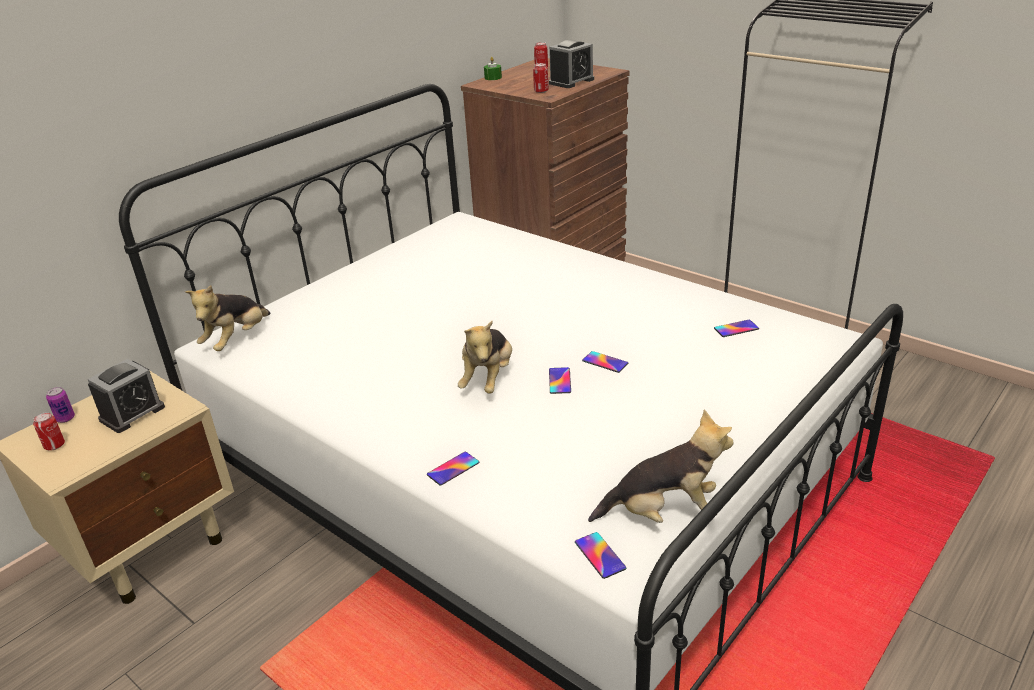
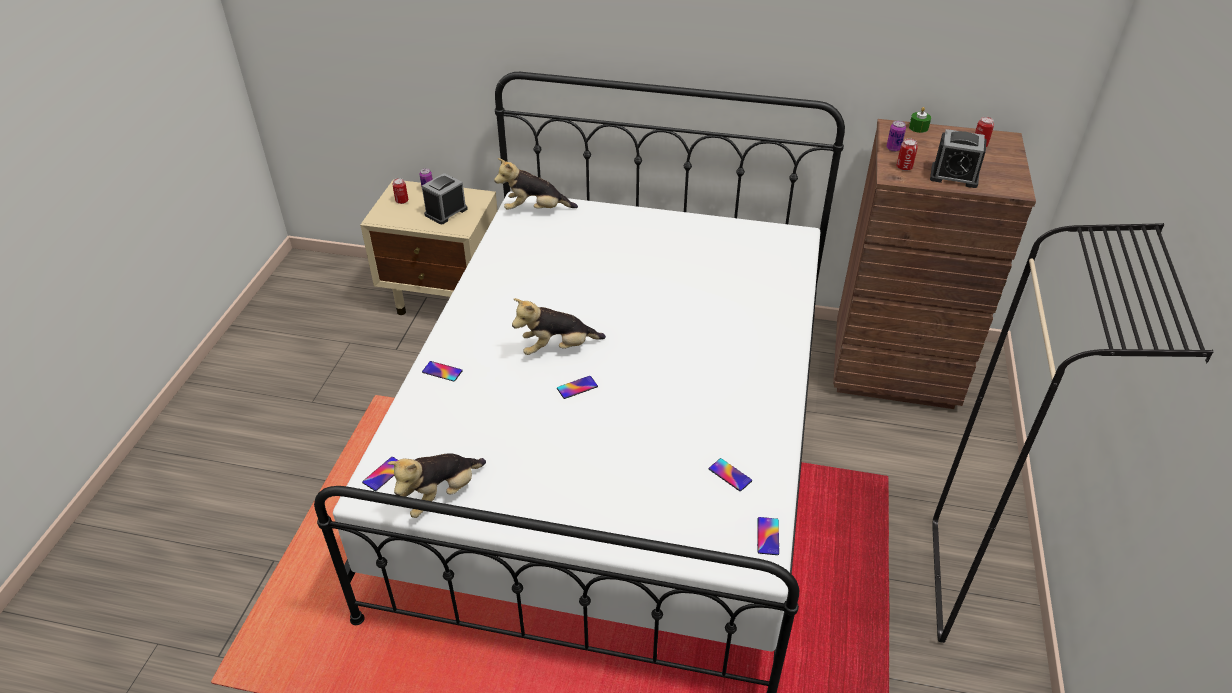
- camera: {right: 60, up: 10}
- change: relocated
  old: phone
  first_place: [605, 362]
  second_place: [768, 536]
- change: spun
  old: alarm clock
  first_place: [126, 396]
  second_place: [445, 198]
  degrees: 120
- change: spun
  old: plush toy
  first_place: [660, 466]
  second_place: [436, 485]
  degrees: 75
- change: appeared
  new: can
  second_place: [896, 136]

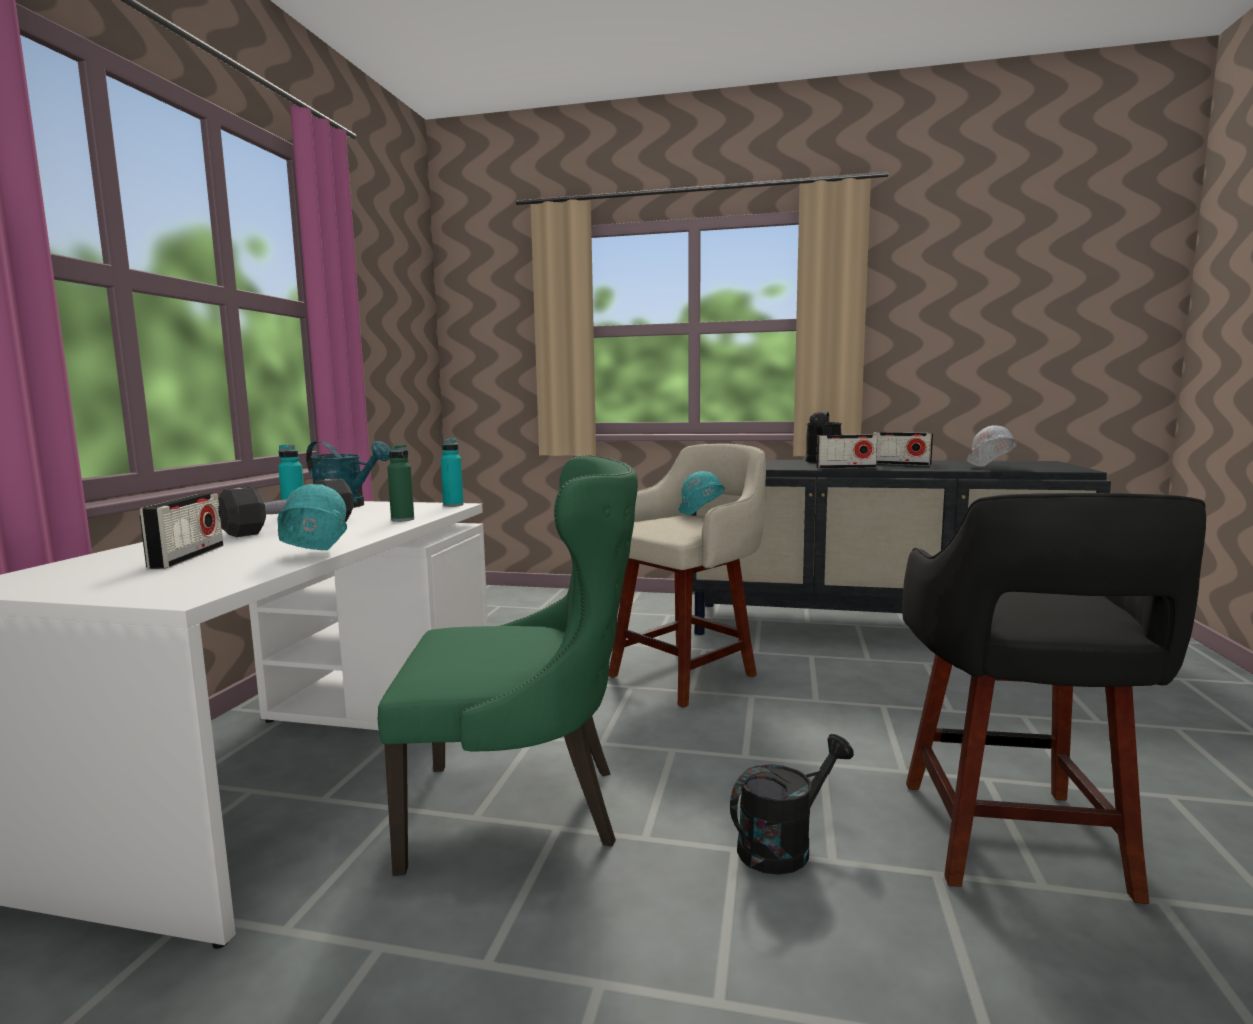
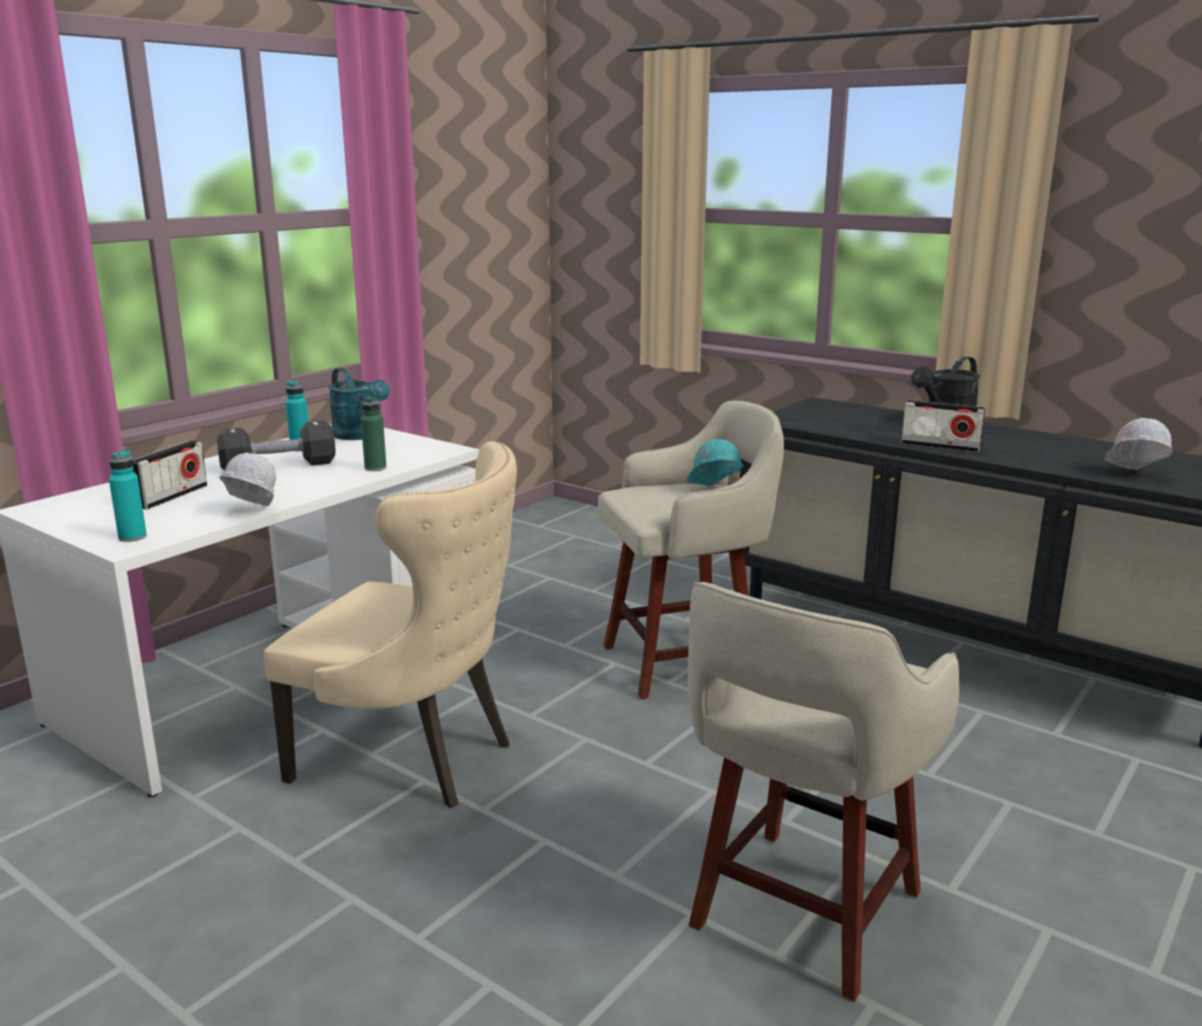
- camera: {right: 25, up: 10}
- change: missing
  old: radio
  first_place: [903, 449]
- change: relocated
  old: turquoise bottle
  first_place: [452, 472]
  second_place: [128, 496]
- change: colour
  old: green chair
  new: beige chair
  first_place: [508, 665]
  second_place: [390, 624]
- change: colour
  old: turquoise hard hat
  new: white hard hat
  first_place: [312, 517]
  second_place: [247, 479]
- change: colour
  old: black stool
  new: beige stool
  first_place: [1054, 698]
  second_place: [823, 792]
- change: missing
  old: black watering can
  first_place: [792, 804]

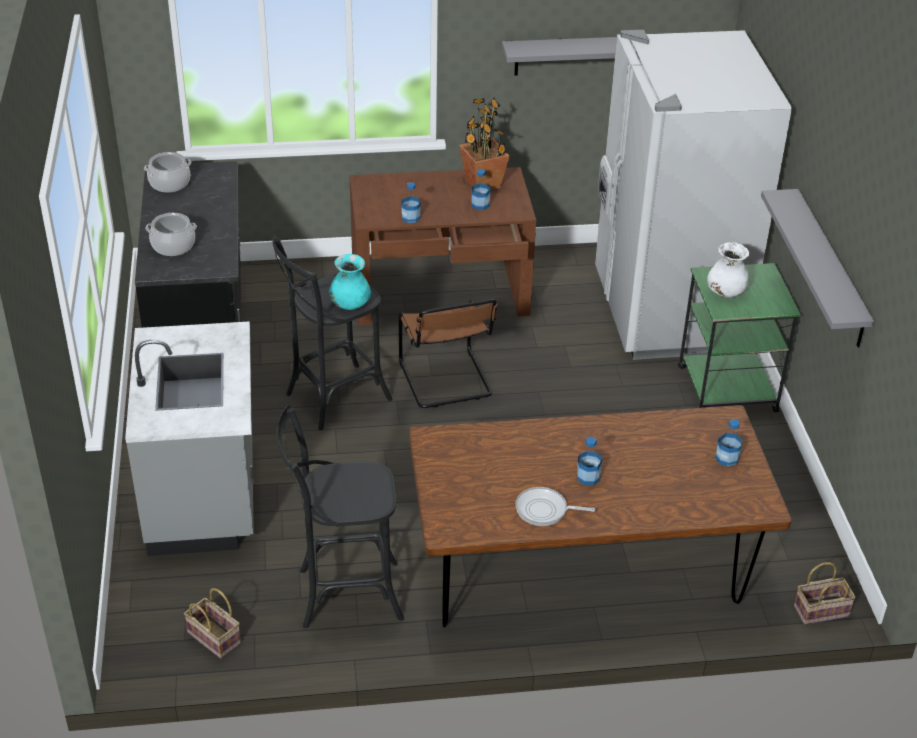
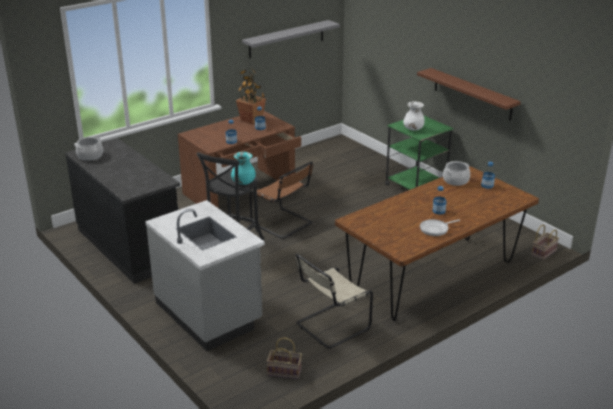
- camera: {right: -30, up: -10}
- change: missing
  old: white fridge
  first_place: [693, 195]
- change: colour
  old: grey shelf
  new: brown shelf
  first_place: [817, 268]
  second_place: [469, 94]
- change: relocated
  old: cooking pot
  first_place: [171, 234]
  second_place: [456, 173]
- change: exchanged
  old: black stool
  new: beige chair
  first_place: [340, 517]
  second_place: [334, 301]

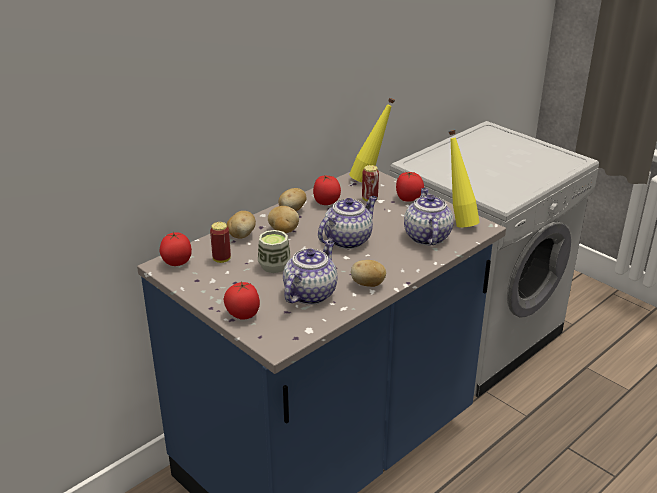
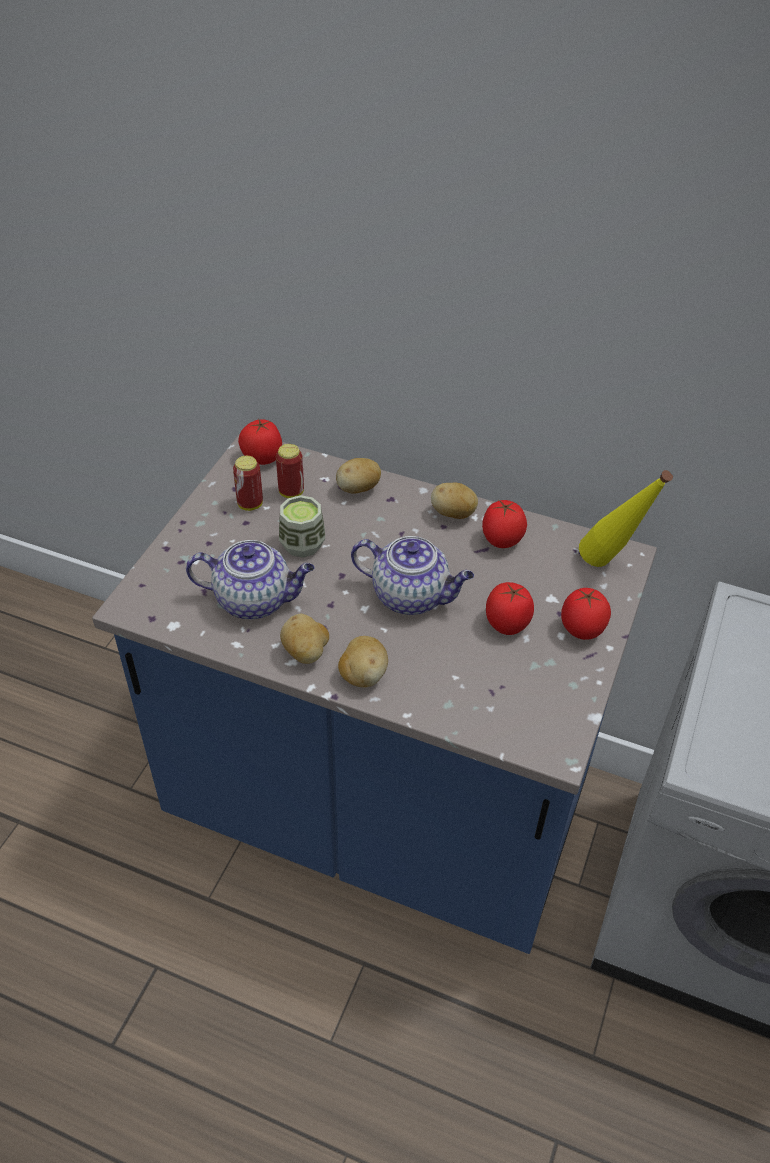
- camera: {right: 65, up: 15}
- change: missing
  old: yellow bottle
  first_place: [463, 179]
- change: relocated
  old: can
  first_place: [370, 183]
  second_place: [248, 483]
- change: missing
  old: teapot
  first_place: [429, 216]
- change: relocated
  old: potato
  first_place: [283, 219]
  second_place: [363, 662]
- change: relocated
  old: tomato
  first_place: [241, 300]
  second_place: [510, 608]

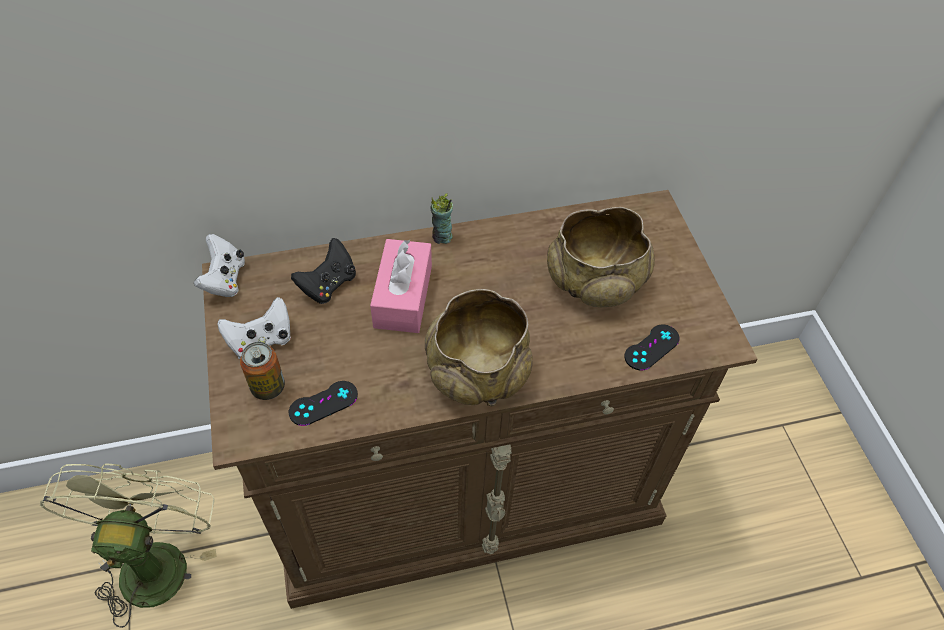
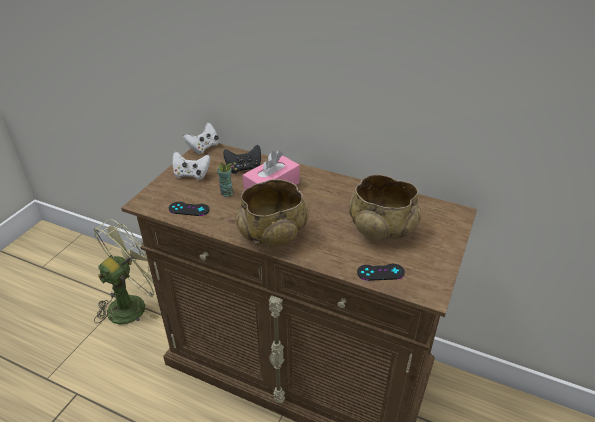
- camera: {right: 40, up: -15}
- change: relocated
  old: cup
  first_place: [441, 218]
  second_place: [225, 179]
- change: missing
  old: can
  first_place: [262, 371]

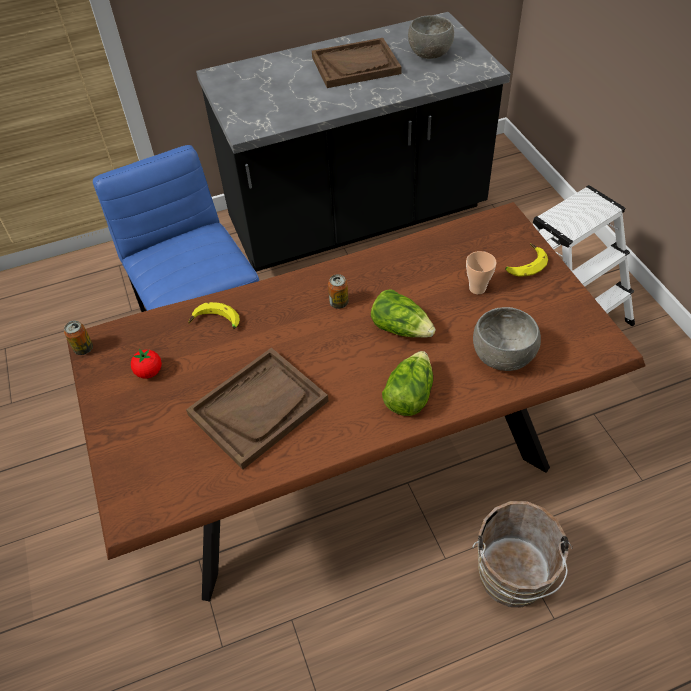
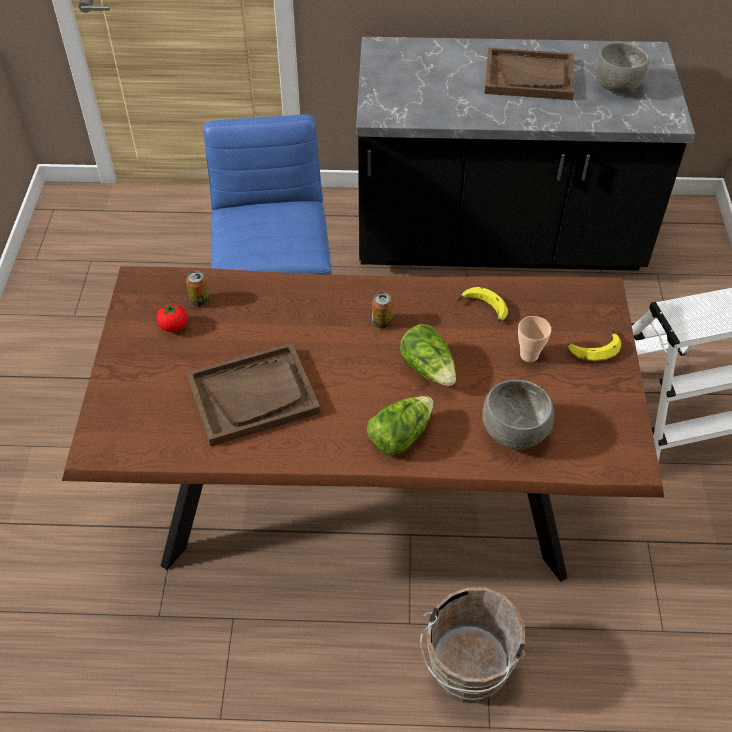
- camera: {right: 20, up: 0}
- change: relocated
  old: banana
  first_place: [214, 315]
  second_place: [482, 304]
- change: relocated
  old: can
  first_place: [78, 338]
  second_place: [198, 288]

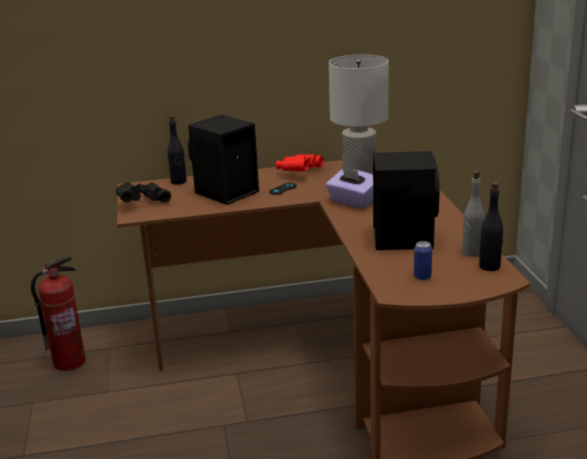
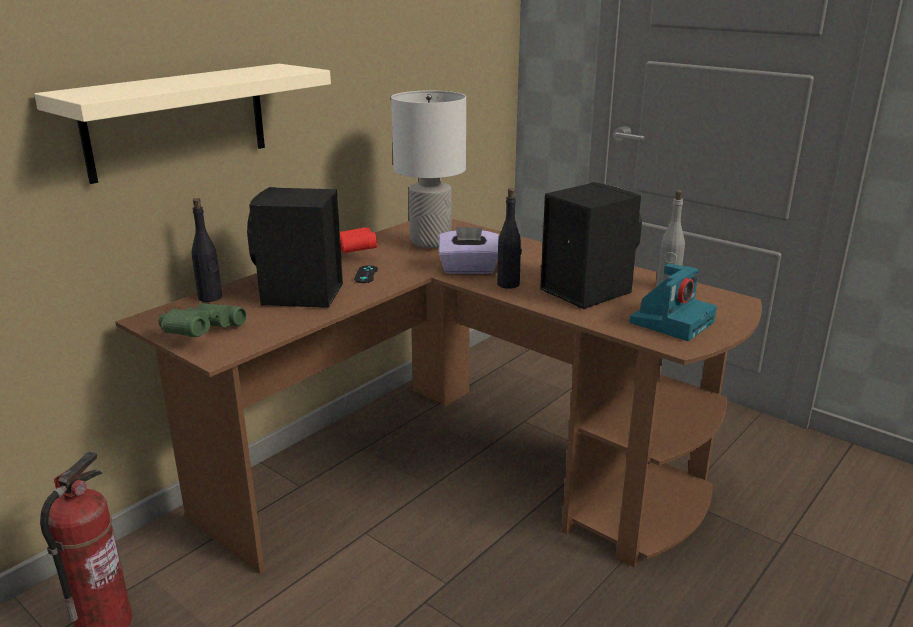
- camera: {right: -40, up: 0}
- change: colour
  old: black binoculars
  new: green binoculars
  first_place: [143, 192]
  second_place: [202, 320]
- change: relocated
  old: black bottle
  first_place: [491, 226]
  second_place: [509, 238]
- change: exchanged
  old: can
  new: photo camera
  first_place: [423, 260]
  second_place: [673, 302]
- change: appeared
  new: beige shelf
  second_place: [182, 124]

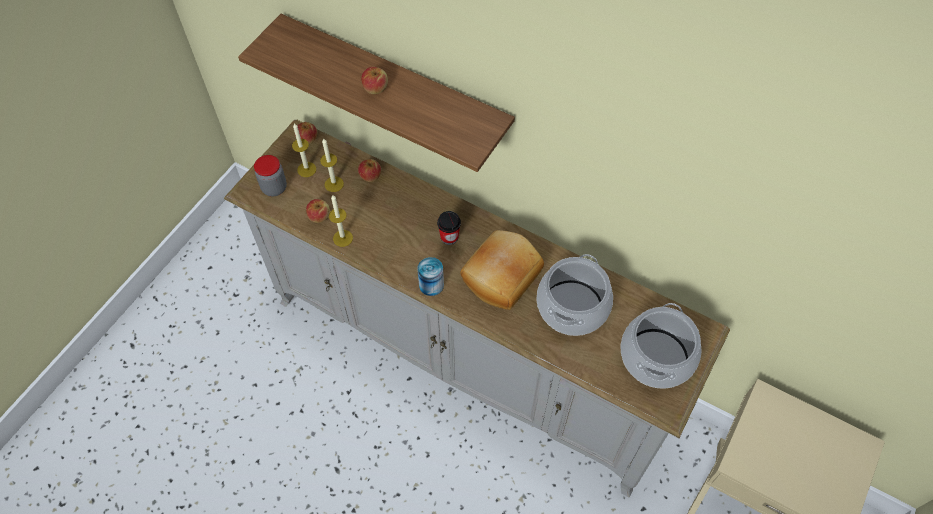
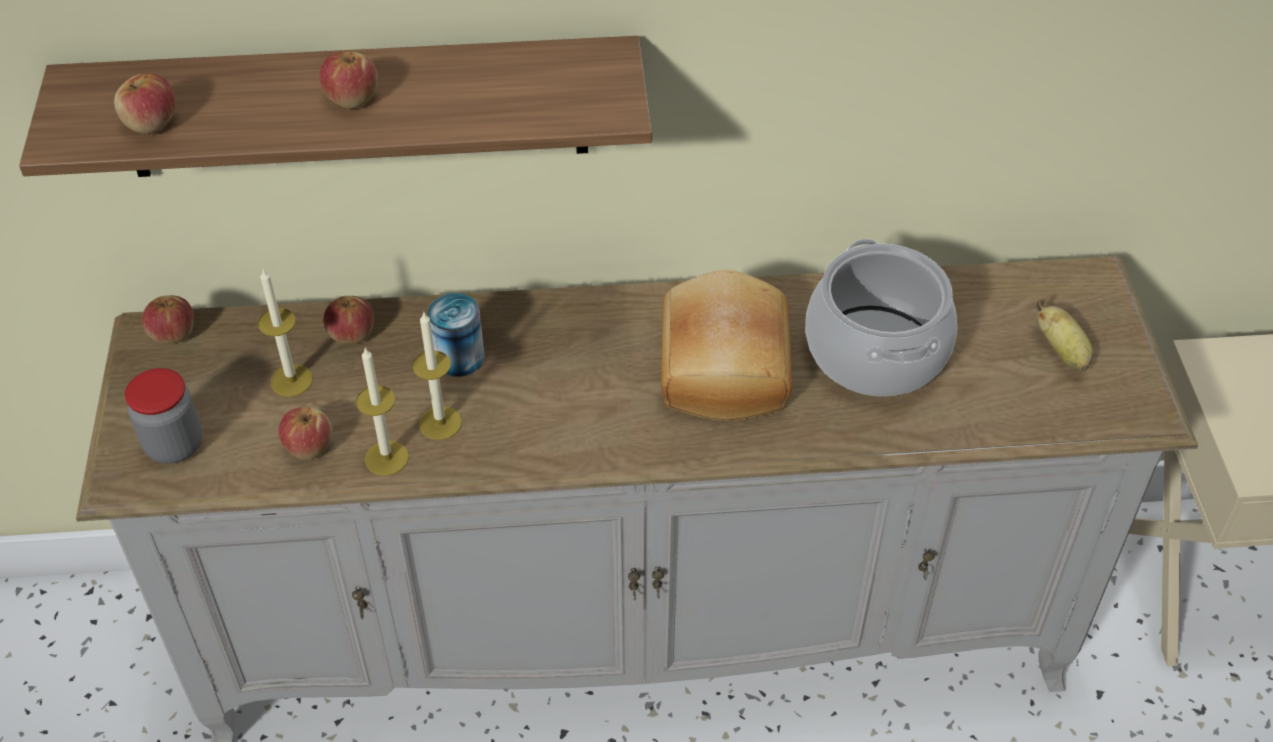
- camera: {right: -35, up: -10}
- change: relocated
  old: candle
  first_place: [304, 150]
  second_place: [437, 375]
- change: missing
  old: cup
  first_place: [449, 228]
- change: relocated
  old: can
  first_place: [430, 276]
  second_place: [456, 335]
- change: exchanged
  old: cooking pot
  new: banana
  first_place: [660, 346]
  second_place: [1064, 335]
- change: appeared
  new: apple
  second_place: [145, 103]

